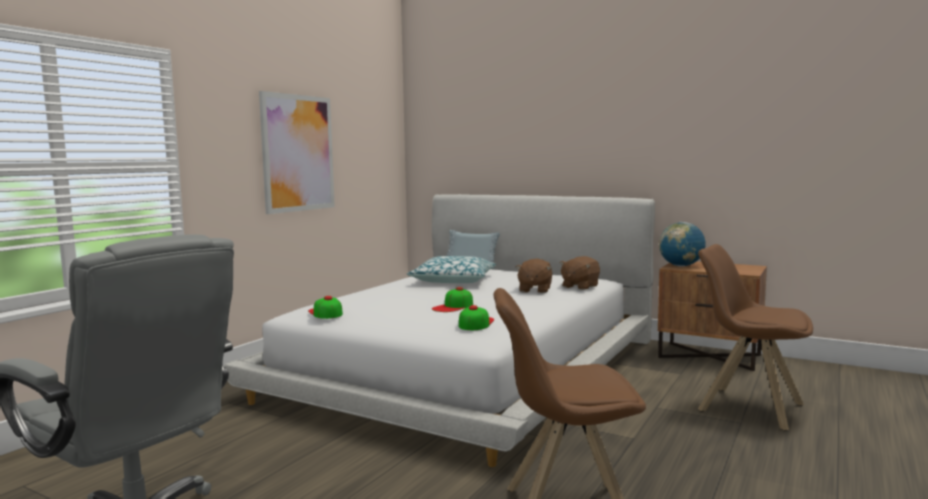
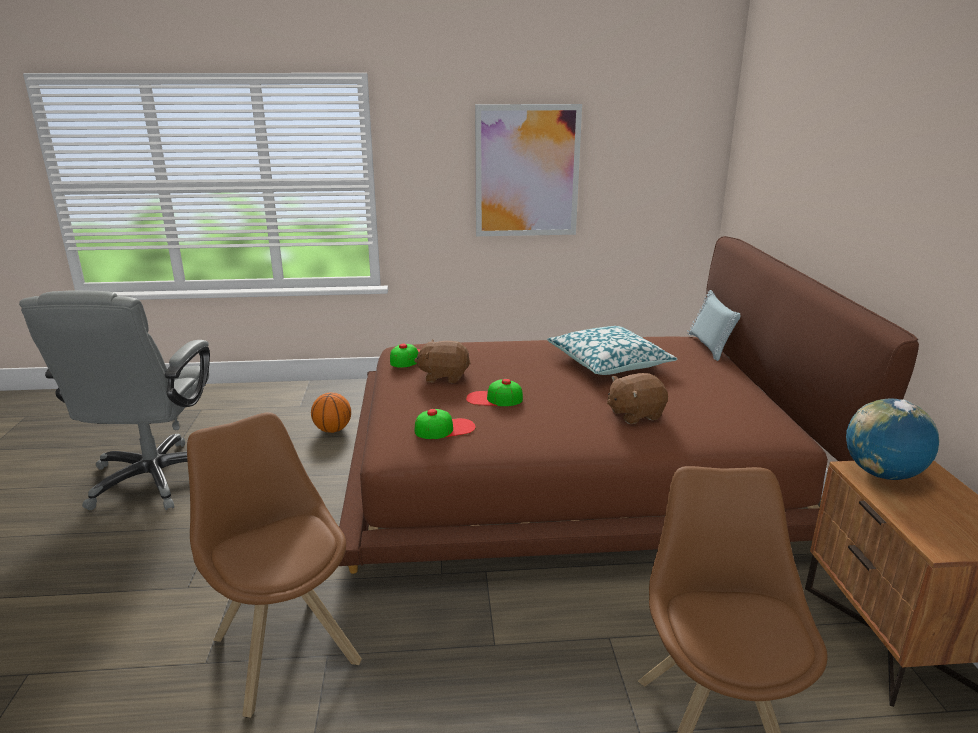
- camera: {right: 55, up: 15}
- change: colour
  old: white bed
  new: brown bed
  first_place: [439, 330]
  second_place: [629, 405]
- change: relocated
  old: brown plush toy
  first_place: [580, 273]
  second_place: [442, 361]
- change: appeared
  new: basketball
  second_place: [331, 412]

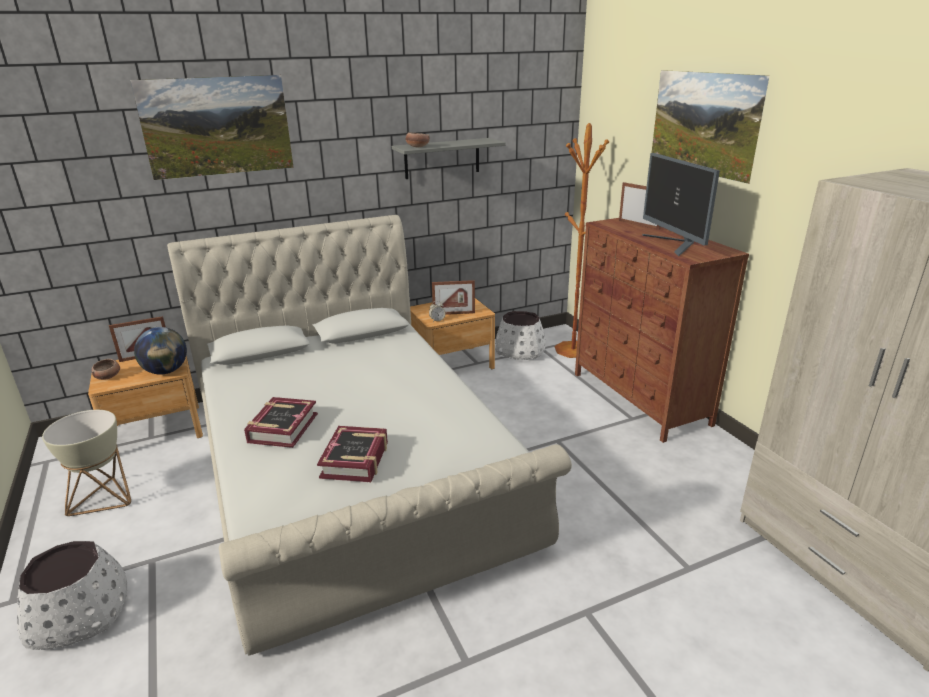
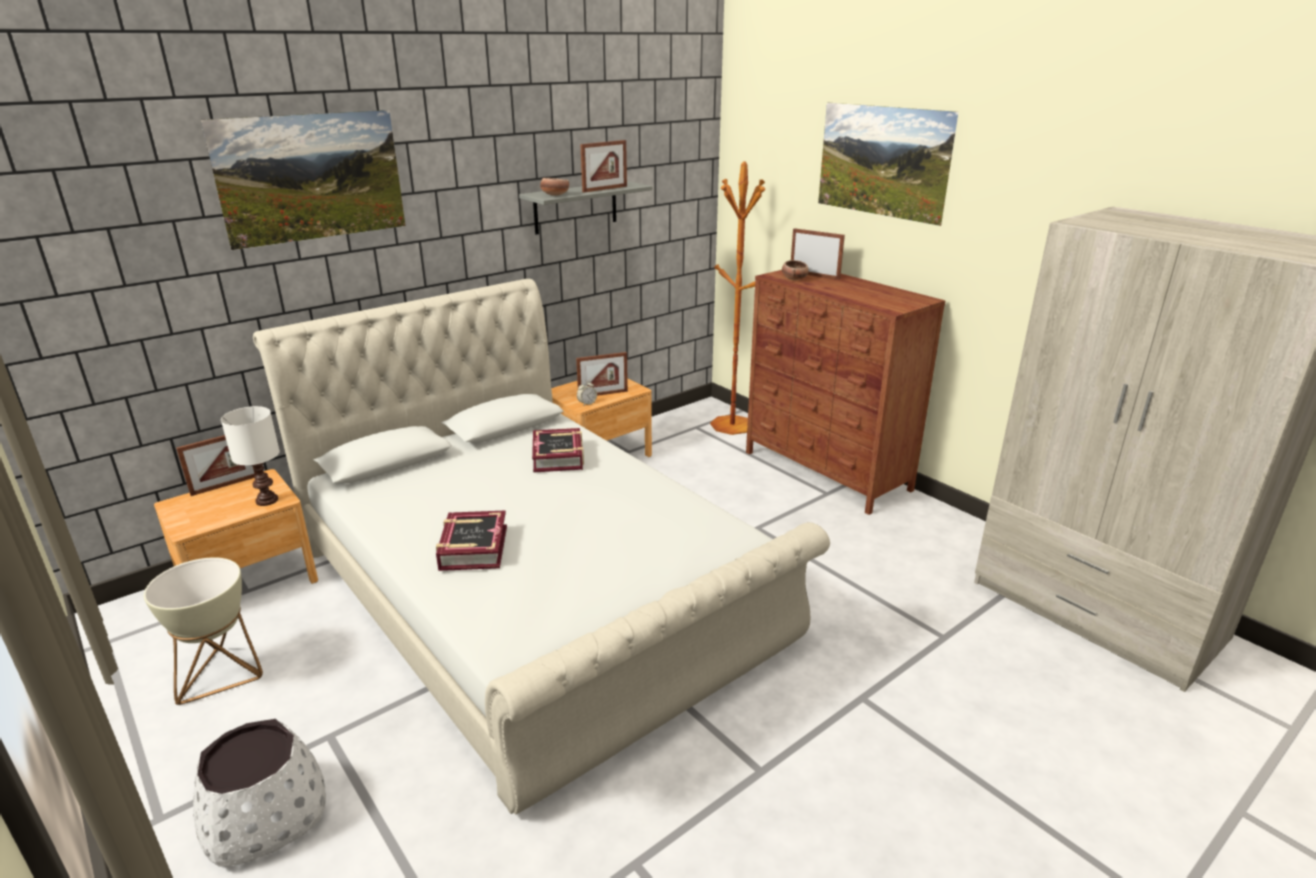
- camera: {right: -15, up: 0}
- change: missing
  old: monitor
  first_place: [681, 204]
- change: missing
  old: white planter
  first_place: [520, 335]
- change: exchanged
  old: globe
  new: white table lamp
  first_place: [160, 351]
  second_place: [250, 456]
- change: relocated
  old: bowl
  first_place: [106, 369]
  second_place: [795, 270]
- change: relocated
  old: book
  first_place: [352, 454]
  second_place: [558, 450]
- change: appeared
  new: picture frame
  second_place: [603, 166]

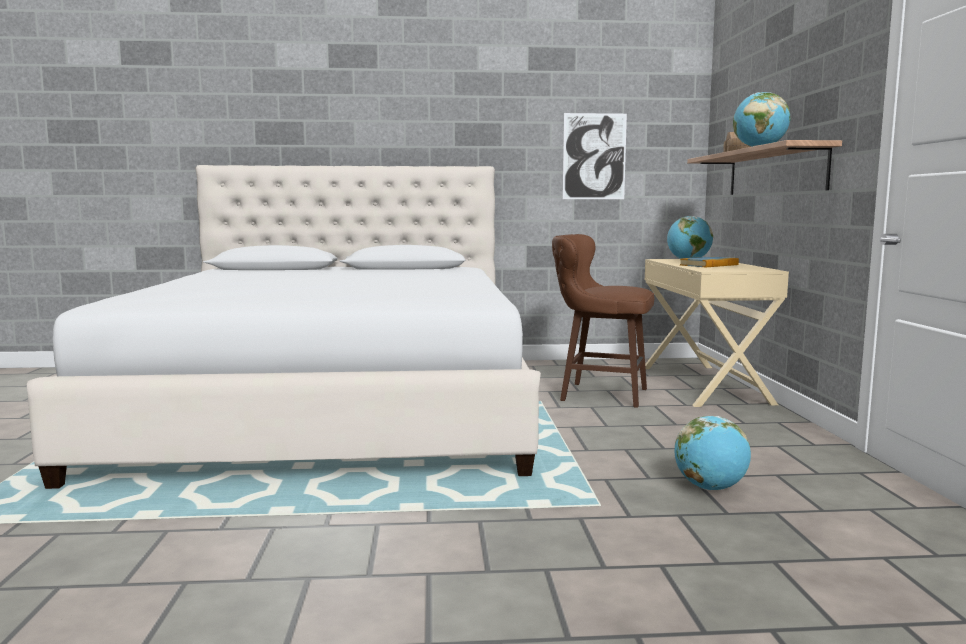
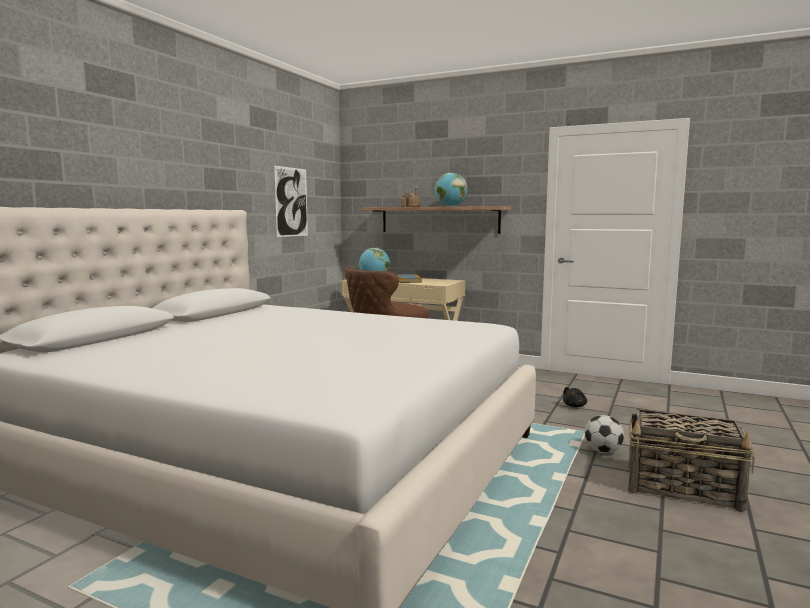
- camera: {right: -60, up: 0}
- change: exchanged
  old: globe
  new: black plush toy
  first_place: [712, 453]
  second_place: [575, 397]
- change: appeared
  new: basket
  second_place: [691, 460]
- change: appeared
  new: football
  second_place: [604, 434]

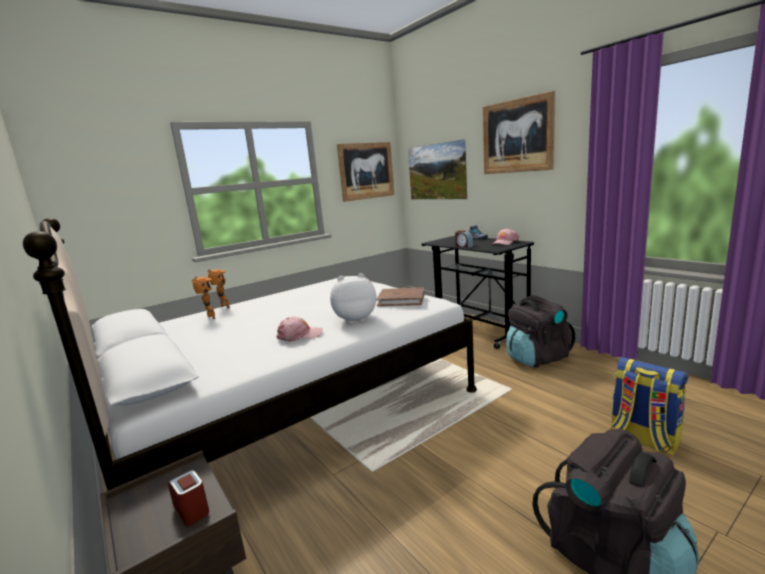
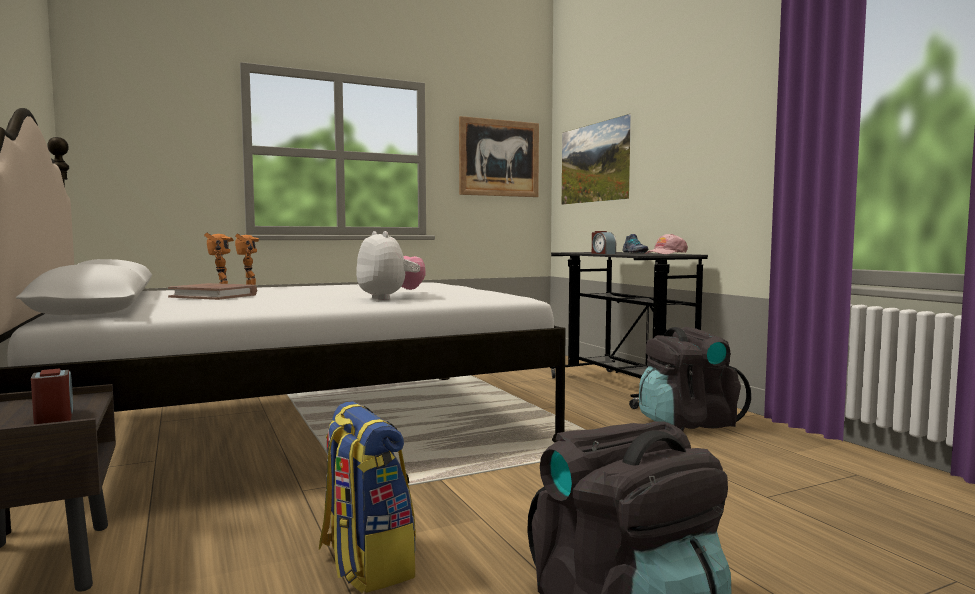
- camera: {right: 10, up: -10}
- change: missing
  old: picture
  first_place: [519, 132]
- change: spun
  old: plush toy
  first_place: [353, 298]
  second_place: [391, 265]
  degrees: 60
- change: relocated
  old: brown book
  first_place: [400, 296]
  second_place: [212, 291]
- change: missing
  old: pink cap
  first_place: [300, 329]
- change: relocated
  old: backpack
  first_place: [649, 406]
  second_place: [367, 497]

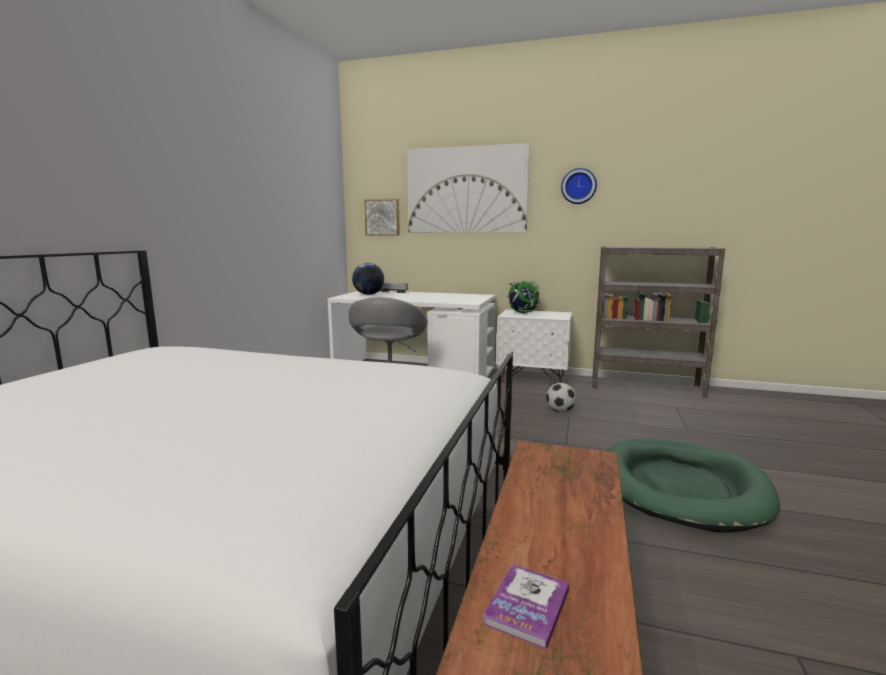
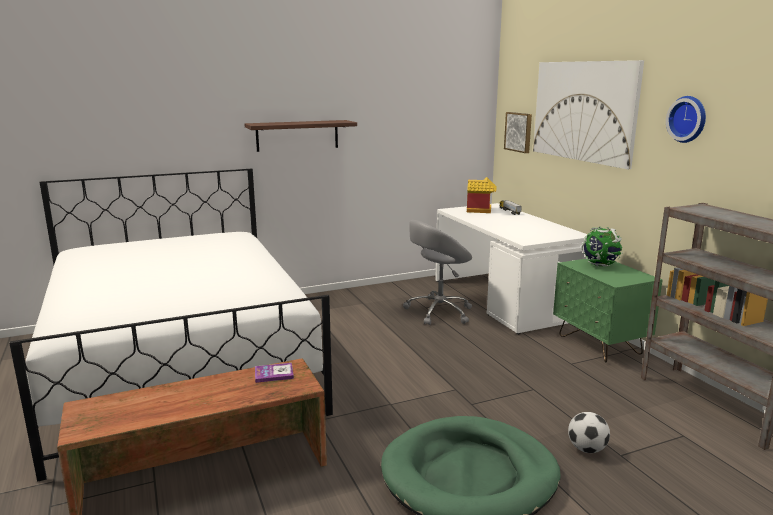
- camera: {right: 50, up: 5}
- change: exchanged
  old: globe
  new: toy house
  first_place: [368, 279]
  second_place: [482, 195]
- change: colour
  old: white nightstand
  new: green nightstand
  first_place: [534, 347]
  second_place: [608, 310]
- change: relocated
  old: football
  first_place: [561, 397]
  second_place: [589, 432]
- change: relocated
  old: book
  first_place: [525, 607]
  second_place: [274, 373]
- change: appeared
  new: shelf
  second_place: [300, 136]

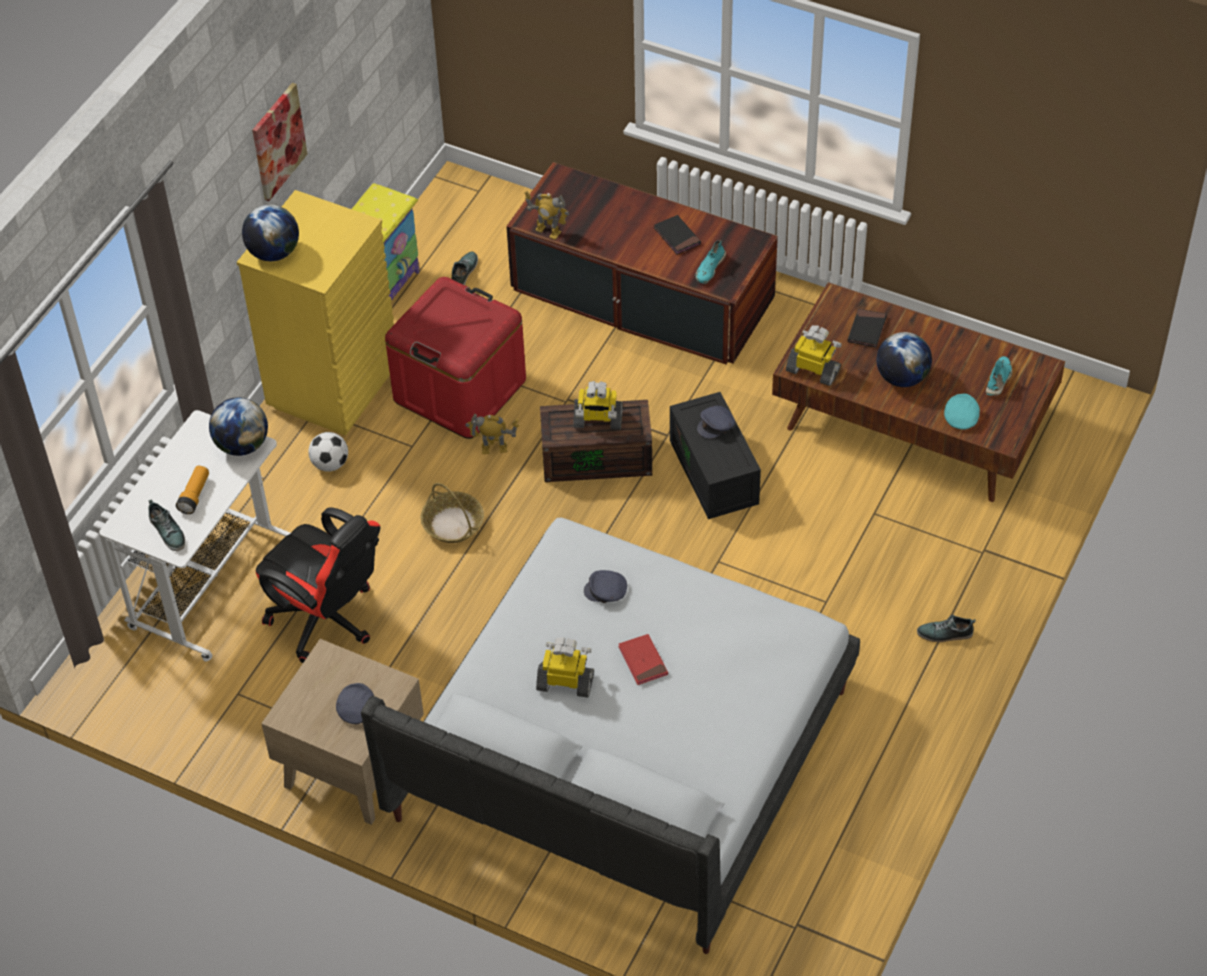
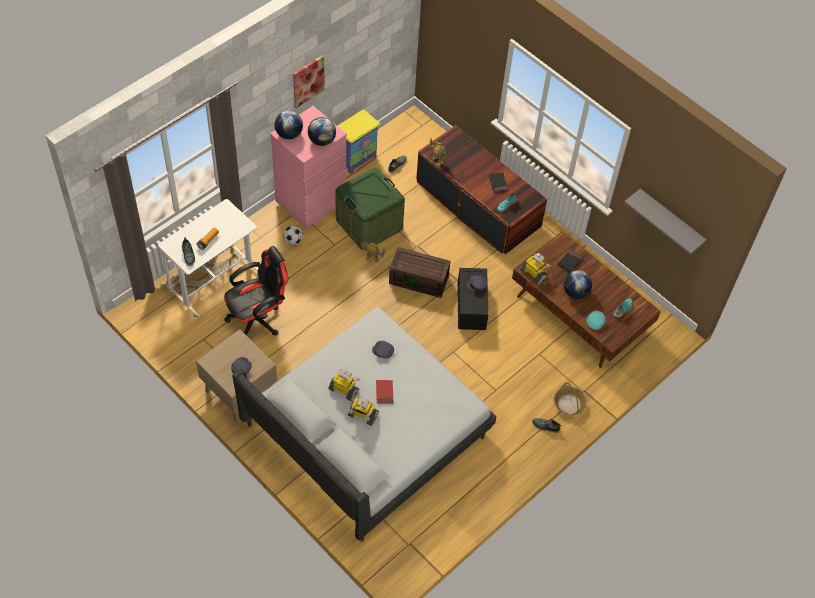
- camera: {right: 15, up: 5}
- change: colour
  old: yellow dresser
  new: pink dresser
  first_place: [315, 313]
  second_place: [308, 167]
- change: colour
  old: red storage box
  new: green storage box
  first_place: [455, 358]
  second_place: [370, 208]
- change: relocated
  old: toy robot
  first_place: [598, 405]
  second_place: [363, 411]
- change: relocated
  old: globe
  first_place: [238, 426]
  second_place: [322, 131]
- change: relocated
  old: basket
  first_place: [452, 513]
  second_place: [570, 399]
- change: spun
  old: black office chair
  first_place: [318, 585]
  second_place: [256, 291]
  degrees: -90
- change: appeared
  new: grey shelf
  second_place: [665, 222]

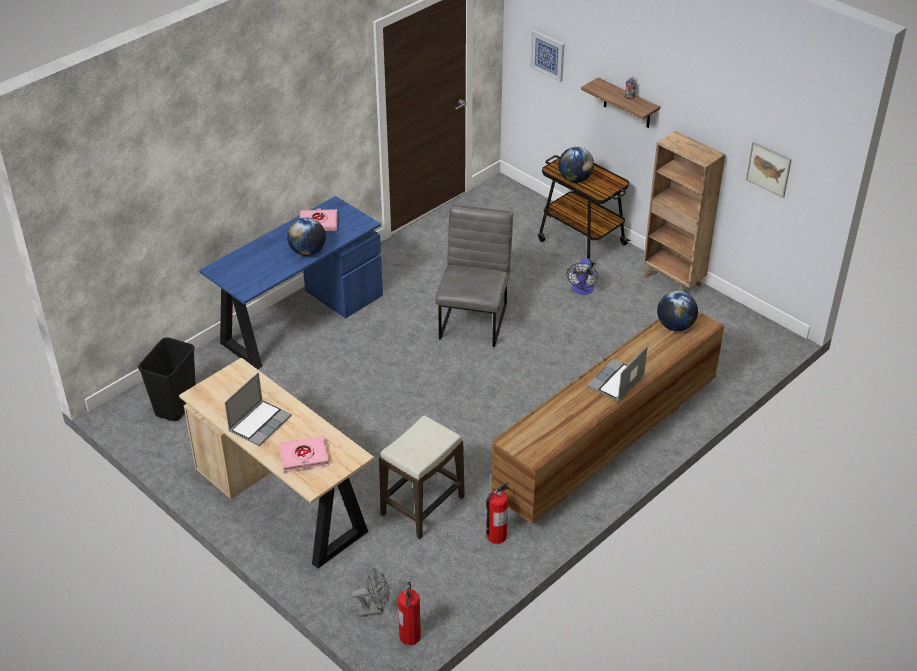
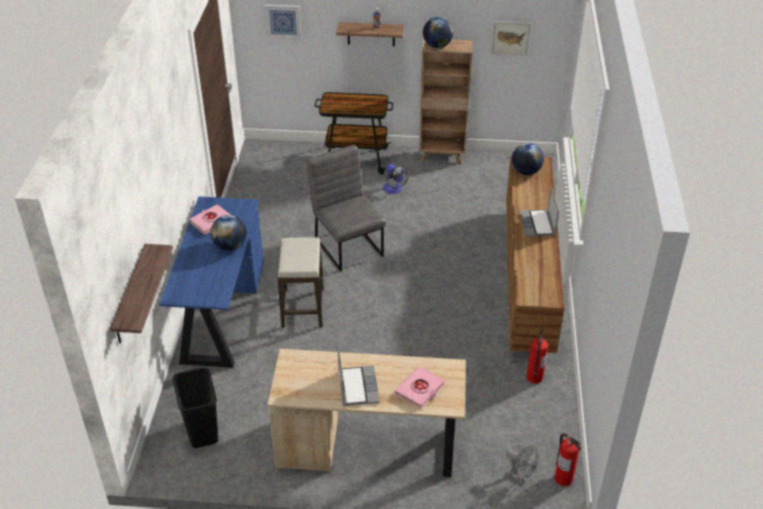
- camera: {right: -40, up: 0}
- change: relocated
  old: globe
  first_place: [576, 165]
  second_place: [438, 32]
- change: relocated
  old: stool
  first_place: [422, 477]
  second_place: [301, 282]
- change: spun
  old: grey fan
  first_place: [370, 592]
  second_place: [522, 464]
  degrees: 90
- change: appeared
  new: shelf
  second_place: [141, 294]

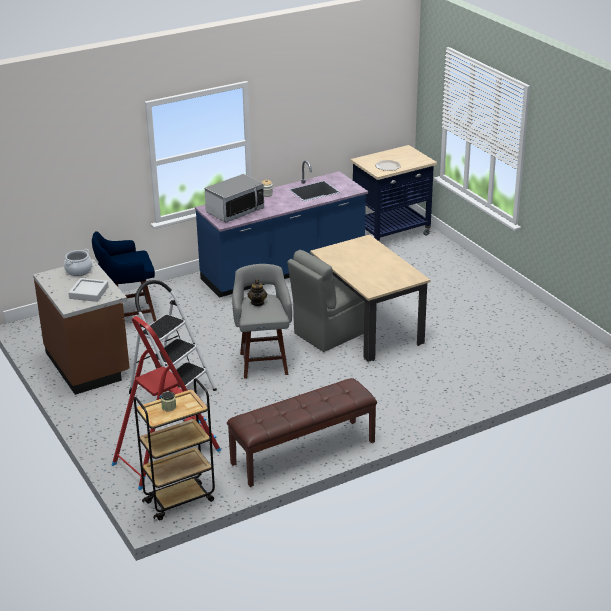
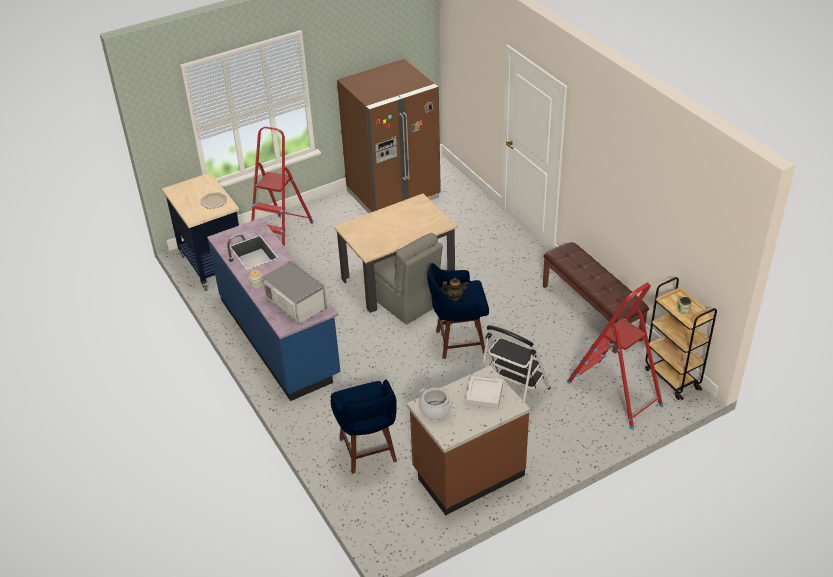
- camera: {right: -90, up: 10}
- change: colour
  old: grey stool
  new: blue stool
  first_place: [262, 321]
  second_place: [458, 311]
- change: appeared
  new: brown fridge
  second_place: [389, 136]
- change: appeared
  new: red step ladder
  second_place: [282, 187]

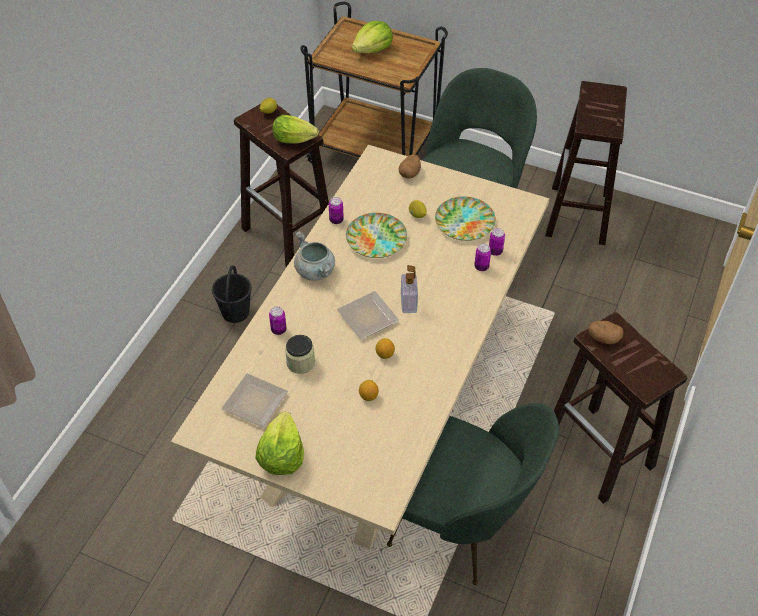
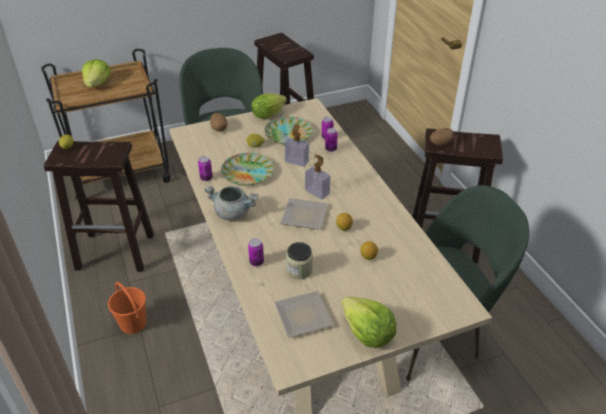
- camera: {right: -45, up: -10}
- change: relocated
  old: lettuce
  first_place: [296, 129]
  second_place: [269, 106]
- change: colour
  old: black bucket
  new: orange bucket
  first_place: [232, 294]
  second_place: [127, 308]
- change: appeared
  new: soap dispenser
  second_place: [297, 145]

